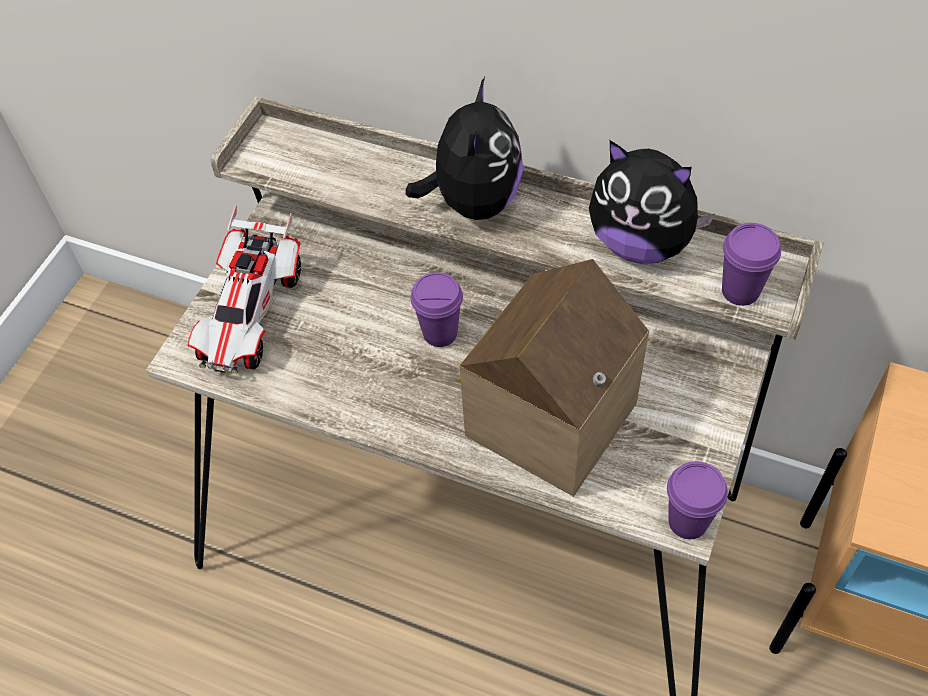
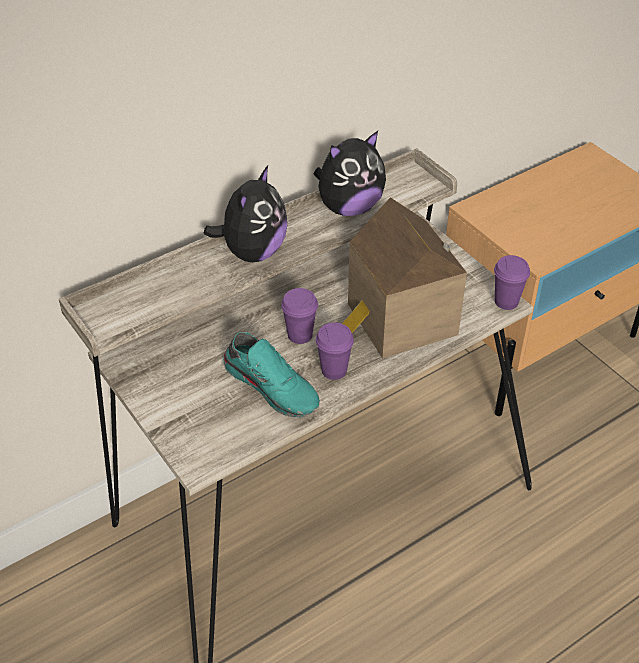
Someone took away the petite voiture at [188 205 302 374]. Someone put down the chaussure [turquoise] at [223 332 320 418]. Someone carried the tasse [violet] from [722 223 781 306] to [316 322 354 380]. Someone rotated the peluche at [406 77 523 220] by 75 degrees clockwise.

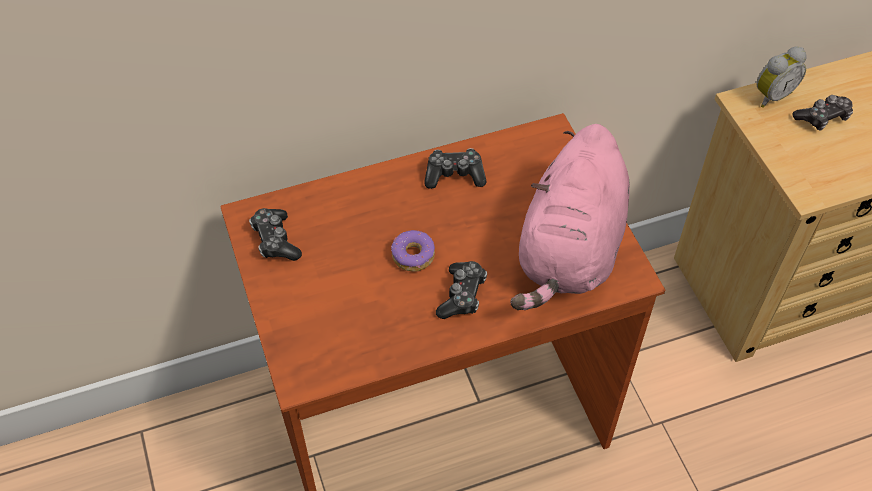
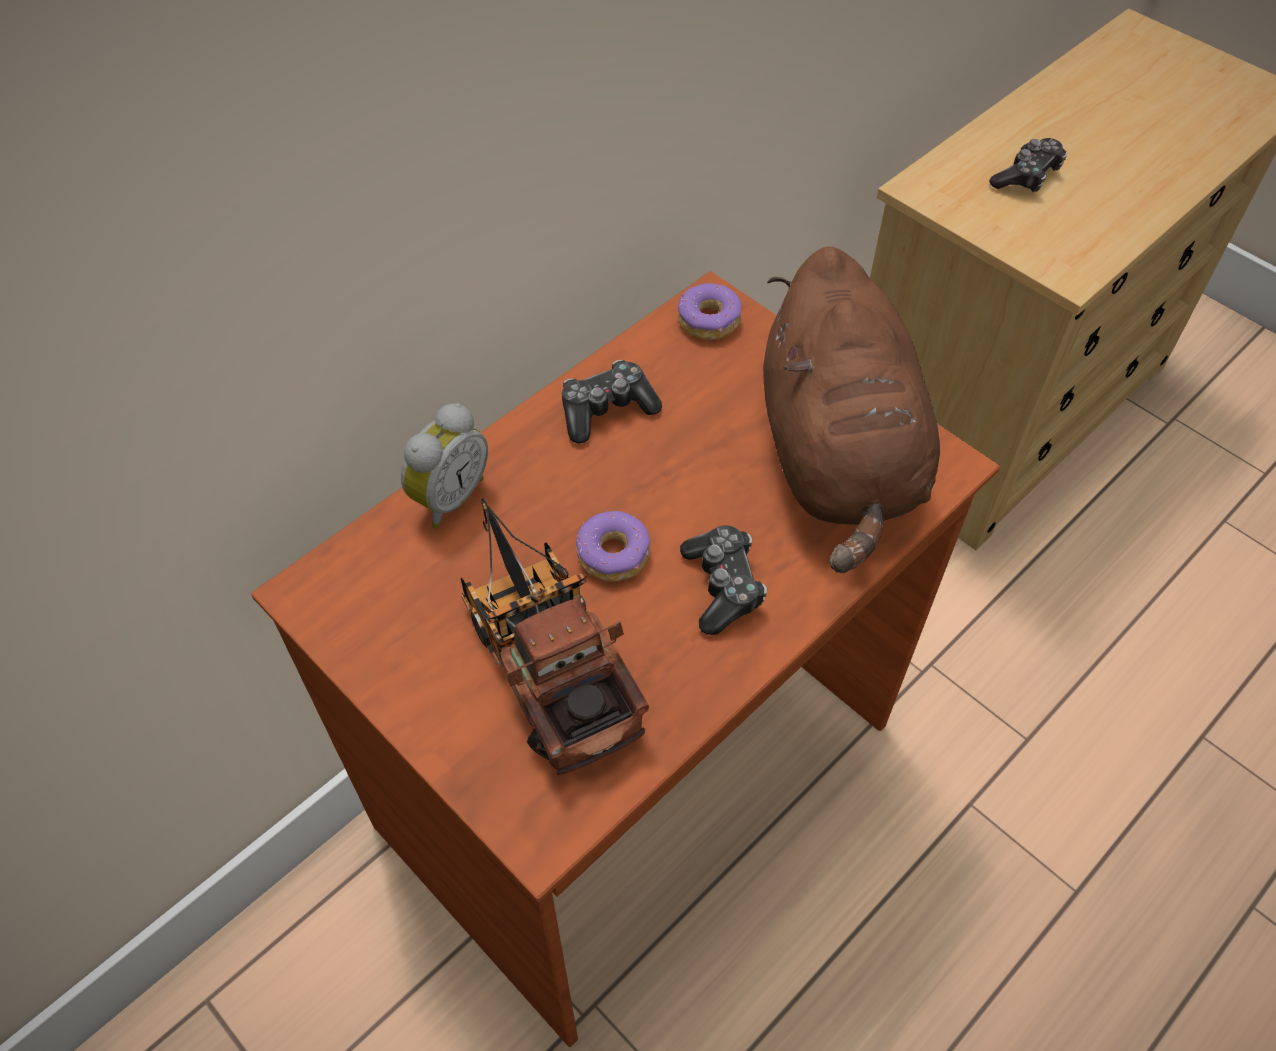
Someone took away the manette at [249 208 302 261]. Someone put down the camion jouet at [461 499 649 775]. Someone put down the beignet at [677 283 742 340]. Someone carried the réveil from [757 47 806 108] to [401 403 488 529]. Someone repainted the peluche [rose] at [510 124 630 310], which became the peluche [marron] at [763 247 940 573].

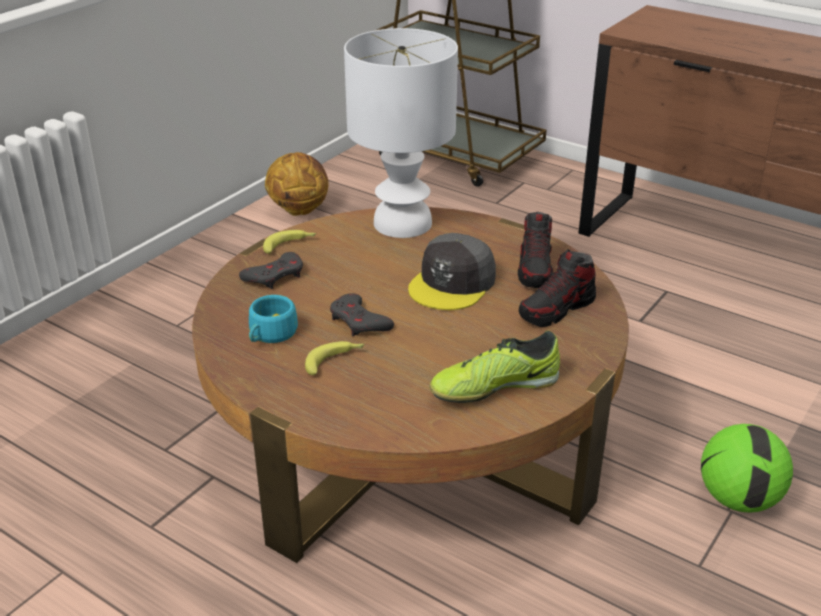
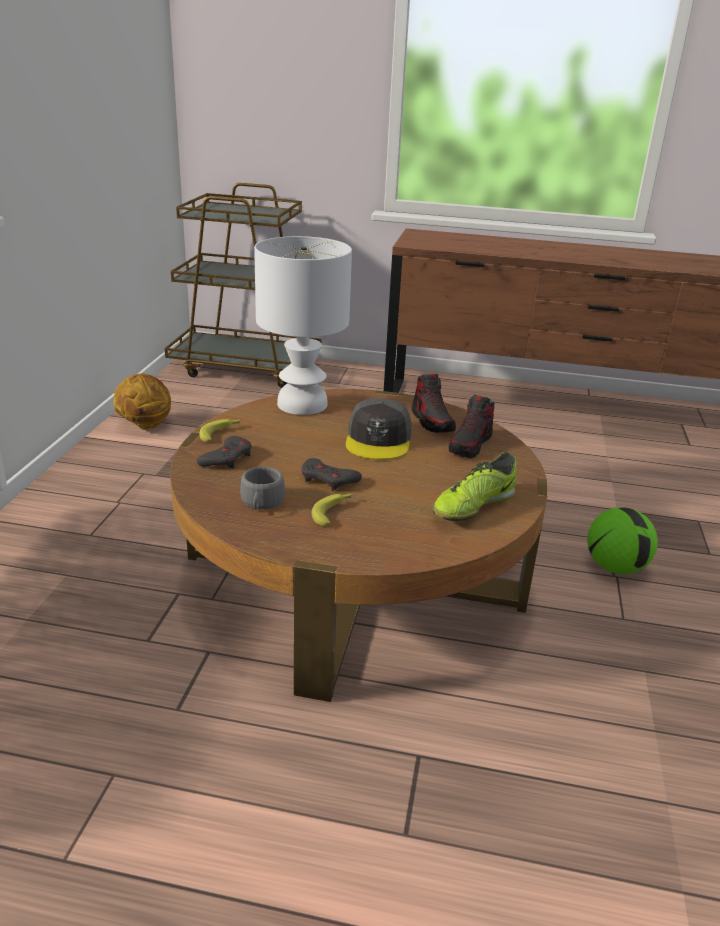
Someone repainted the tasse [turquoise] at [249 295 298 343], which became the tasse [gris] at [240 466 285 510].

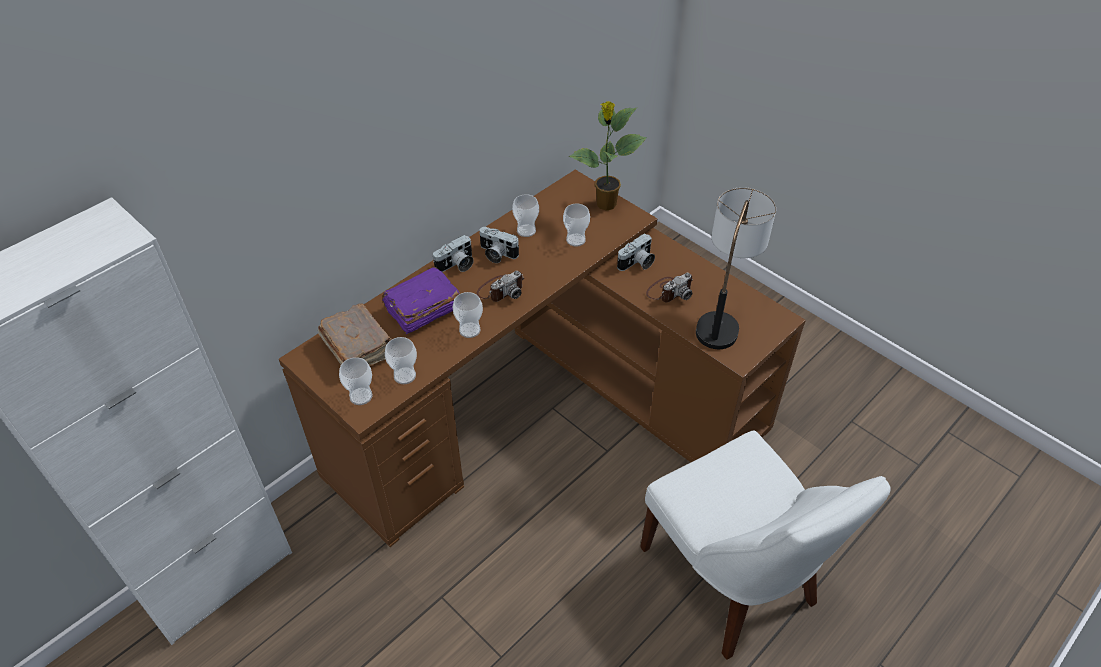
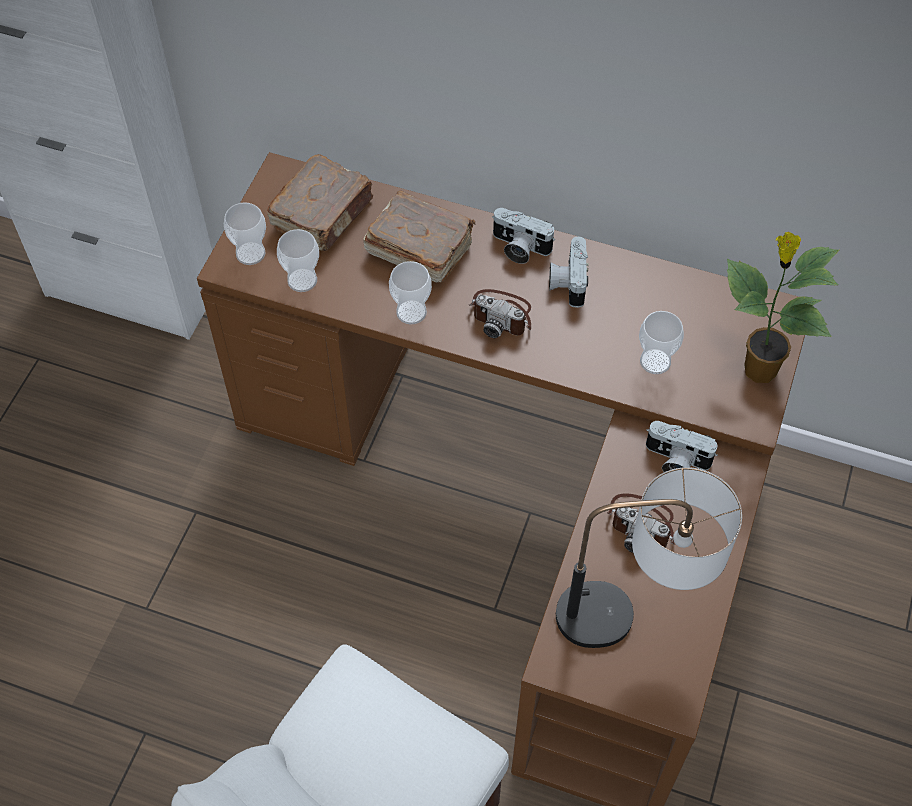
Someone took away the tasse at [512 194 539 237]. Someone repainted the livre [violet] at [382 267 460 334], which became the livre [marron] at [363 190 475 283].

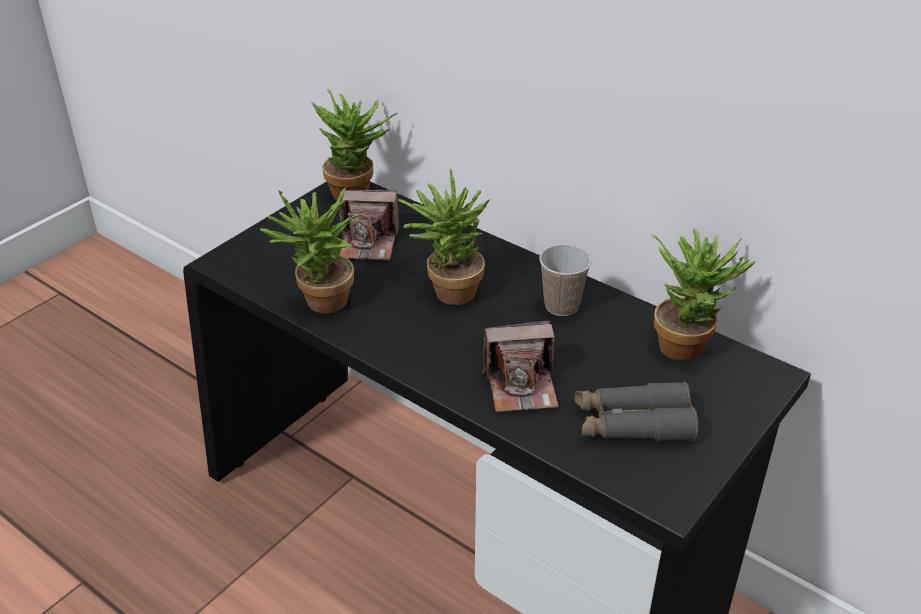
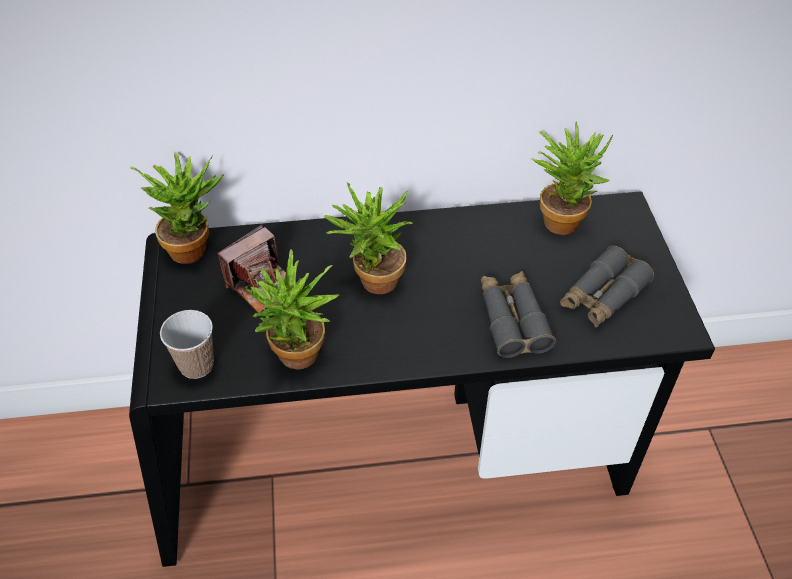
Someone carried the tasse from [539 244 592 316] to [160 310 214 379]. Someone swapped the appareil photo at [482 321 559 412] for the jumelles [gris] at [481 271 556 358].

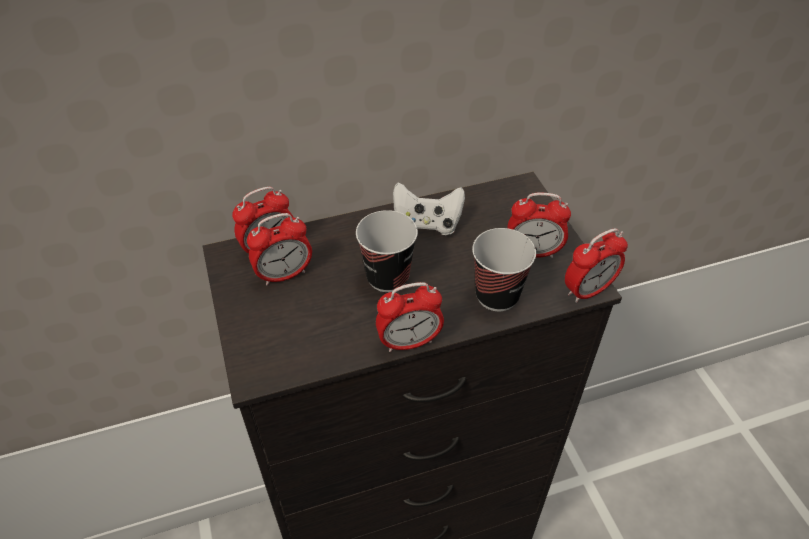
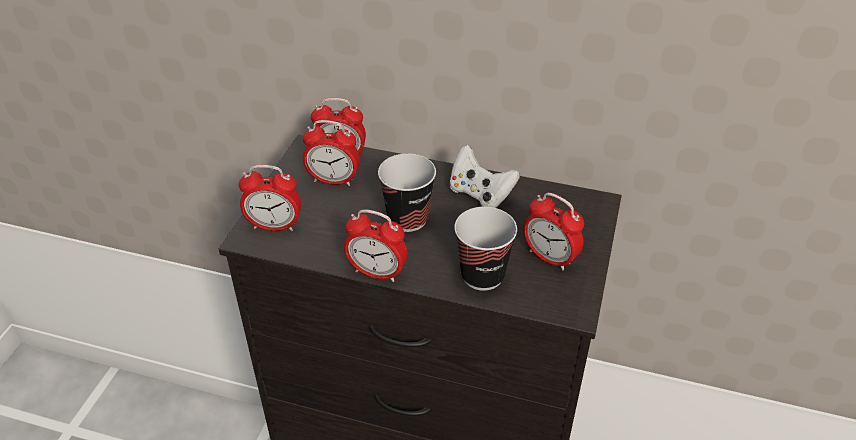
Someone carried the réveil from [565 228 628 303] to [238 165 301 231].

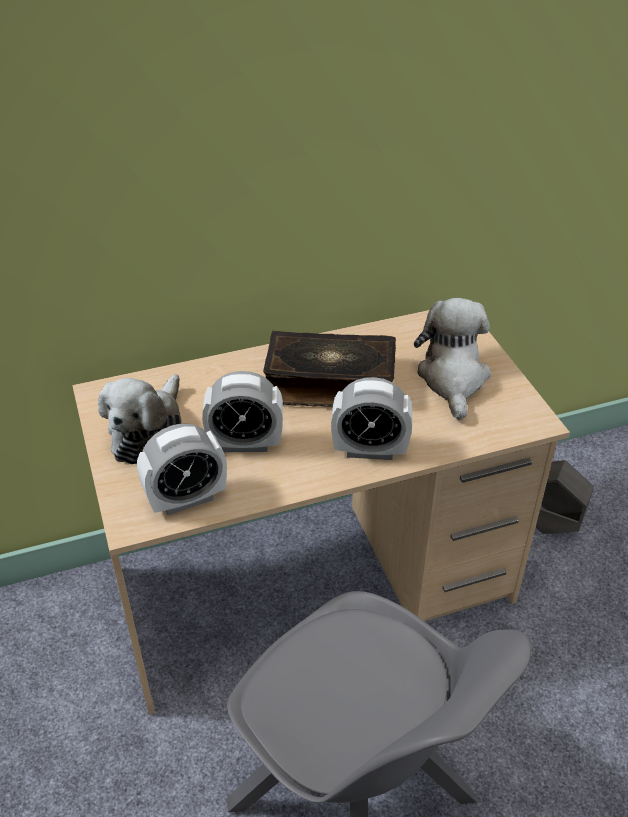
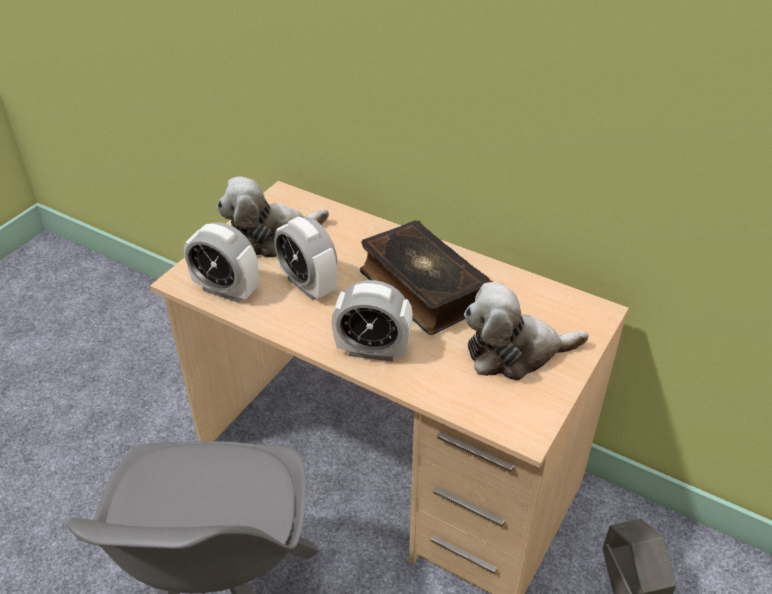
Someone rotated the réveil at [331 377 412 460] by 45 degrees counterclockwise. Someone rotated the peluche at [414 298 491 420] by 150 degrees counterclockwise.

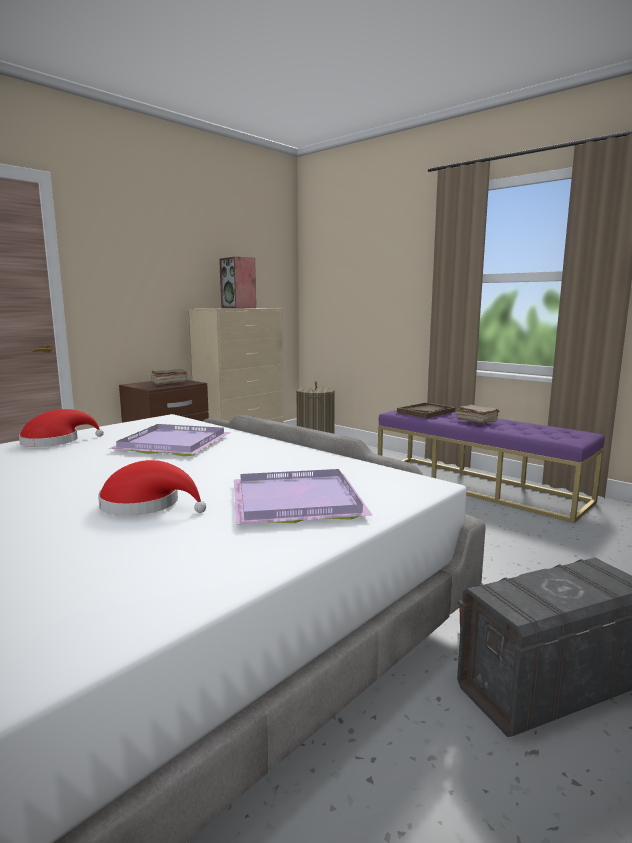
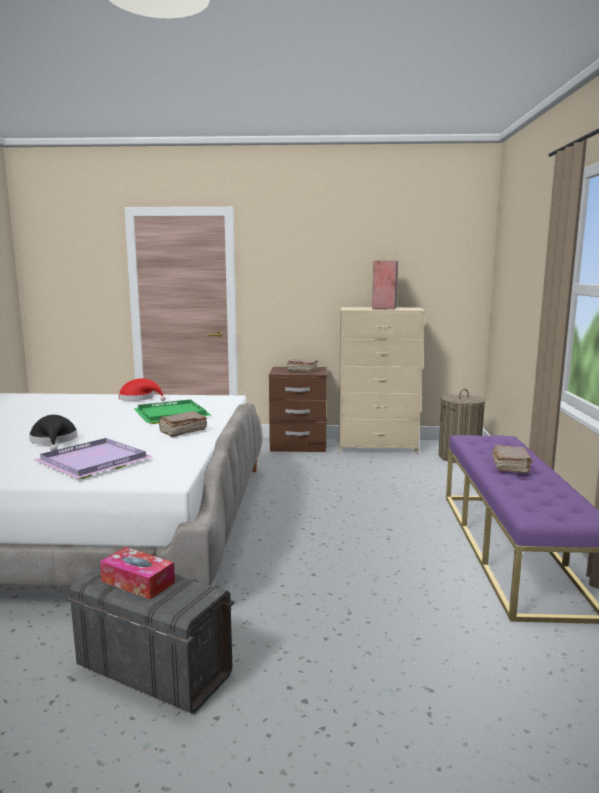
Someone took away the plateau [marron] at [397 402 456 418]. Someone put down the boîte à mouchoirs at [100 547 175 600]. Someone put down the livre [marron] at [158 411 207 437]. Someone repainted the chapeau [rouge] at [98 460 206 516], which became the chapeau [noir] at [29 415 78 451]. Someone repainted the plateau [violet] at [108 424 230 456], which became the plateau [vert] at [133 399 210 424].

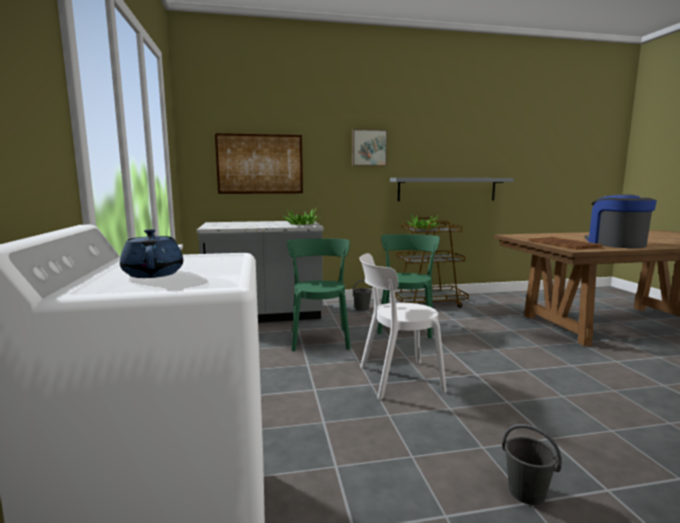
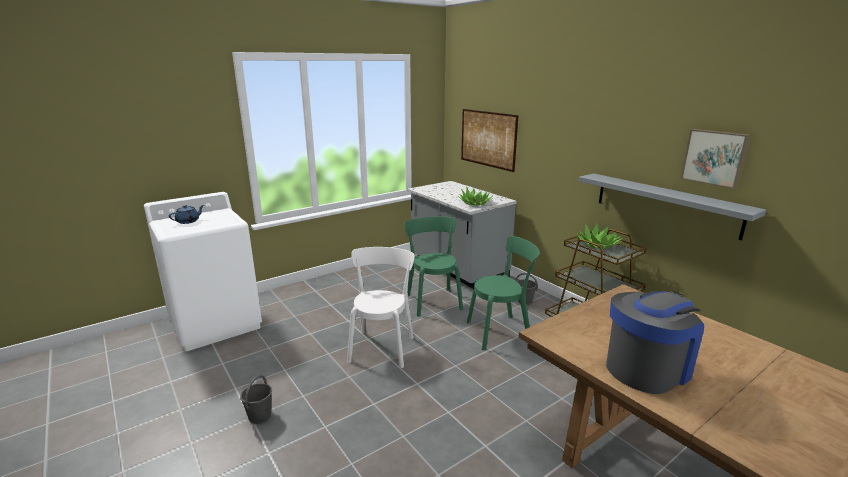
Someone took away the plateau [marron] at [529 237 602 250]. Someone carried the tableau from [352 129 387 166] to [681 129 750 189]. Someone rotated the chaise [vert] at [287 239 351 351] by 75 degrees counterclockwise. Someone rotated the chaise [blanc] at [359 253 447 400] by 45 degrees clockwise.

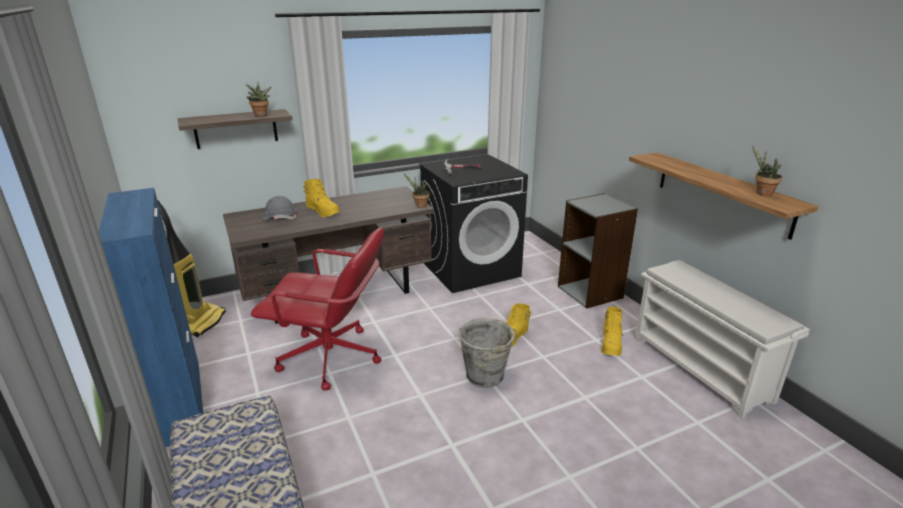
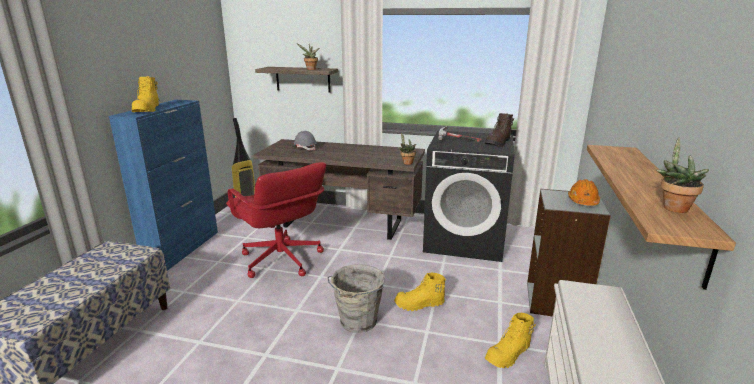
Someone put down the botte [marron] at [485 113 514 147]. Someone put down the casque de chantier [orange] at [568 179 600 206]. Someone carried the botte [jaune] from [303 179 340 217] to [132 76 160 112].

